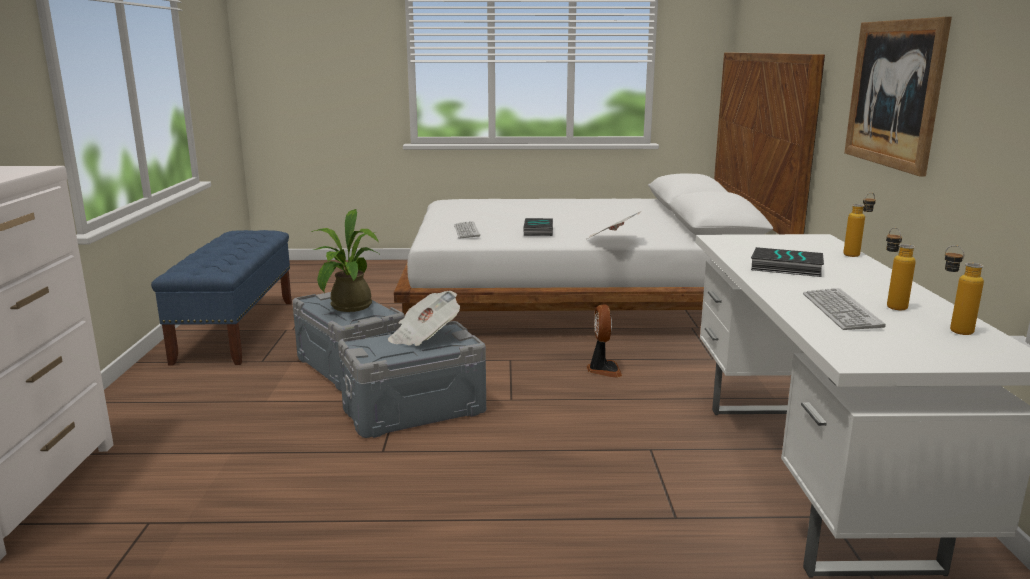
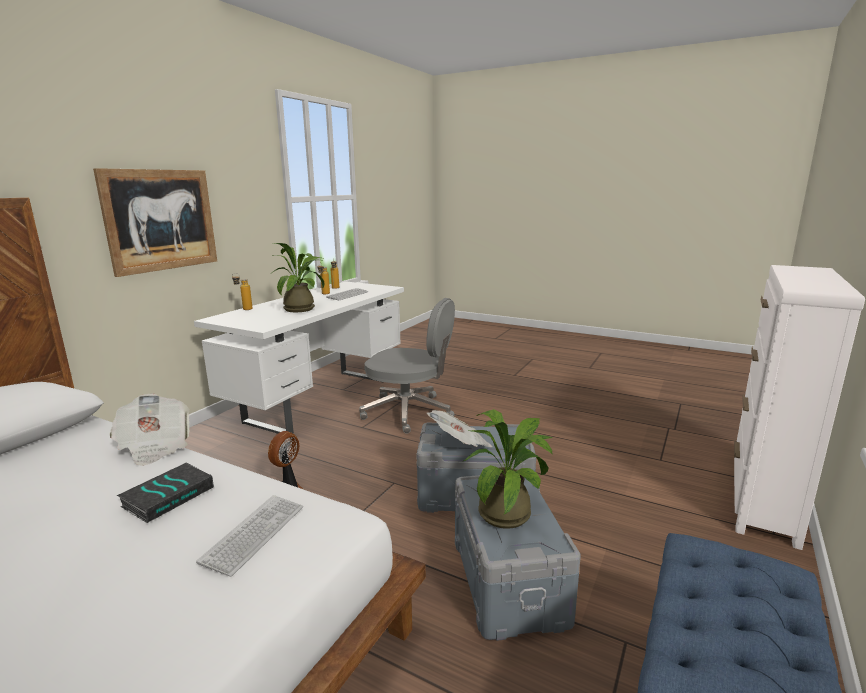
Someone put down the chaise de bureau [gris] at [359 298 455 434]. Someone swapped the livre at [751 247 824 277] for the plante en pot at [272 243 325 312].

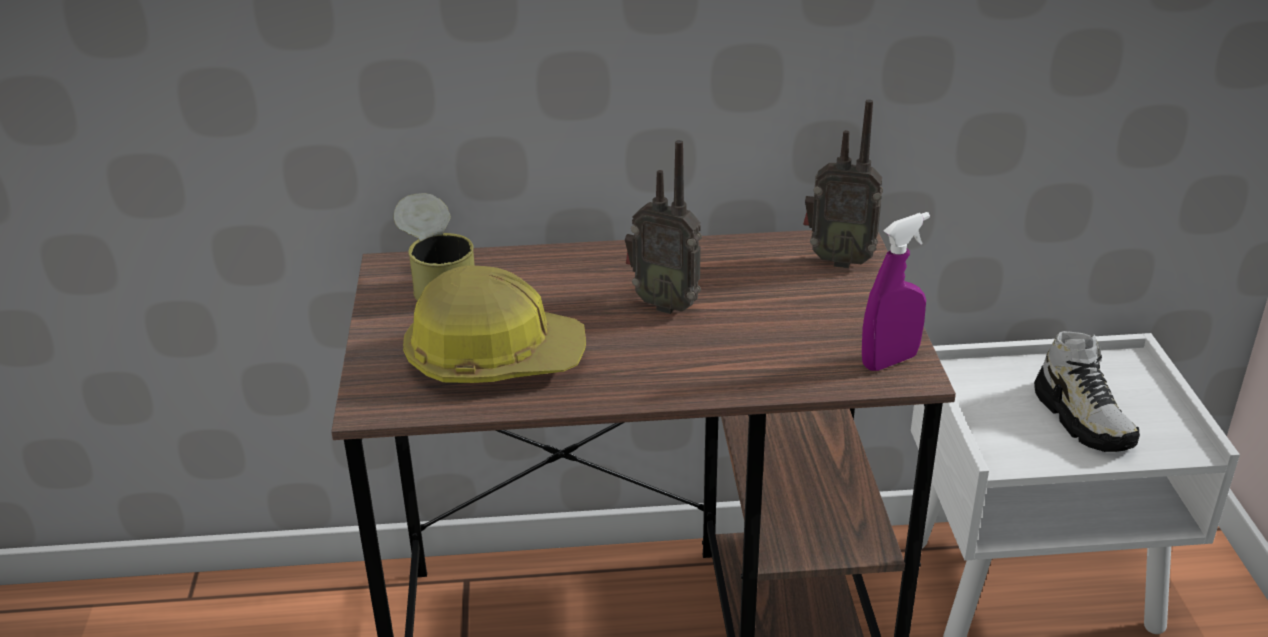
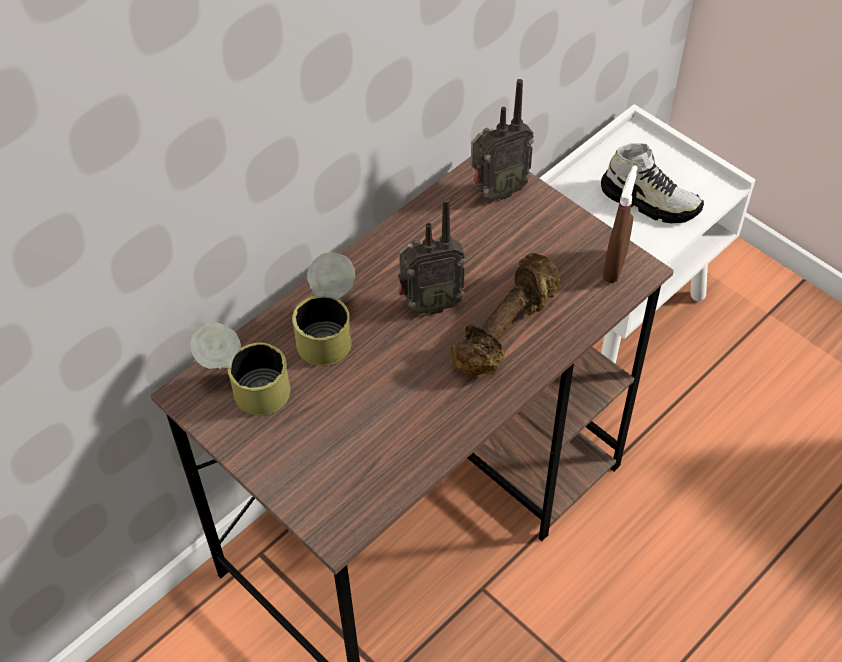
Someone took away the casque de chantier at [403 265 586 383]. Someone put down the boîte métallique at [292 252 355 366]. Someone put down the haltère [marron] at [451 253 560 375]. Someone repainted the vaporisateur [violet] at [862 212 930 371], which became the vaporisateur [marron] at [603 165 638 283].

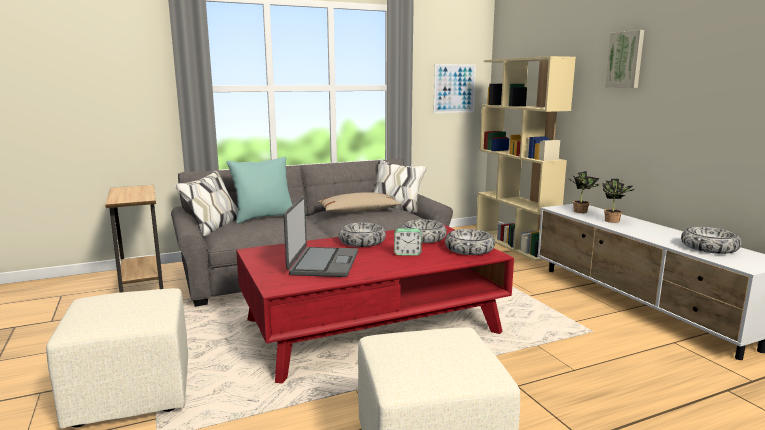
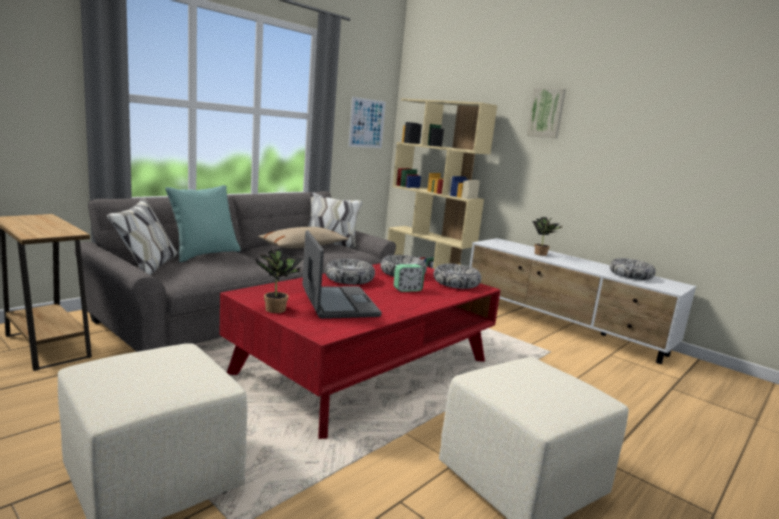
Someone carried the plante en pot from [569 171 600 213] to [256 248 303 313].

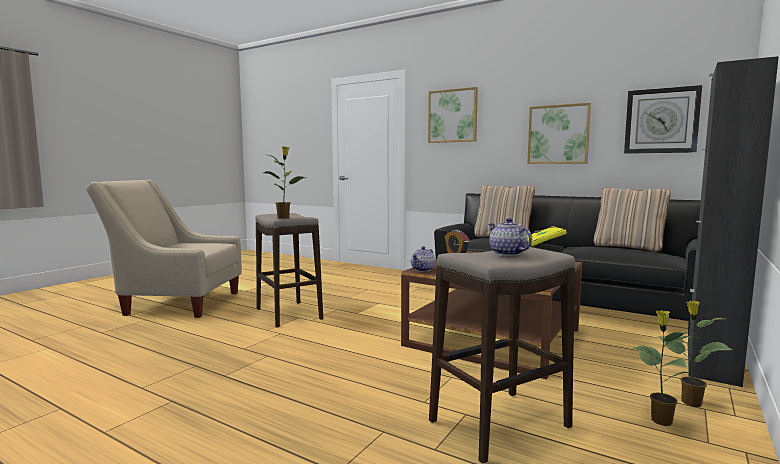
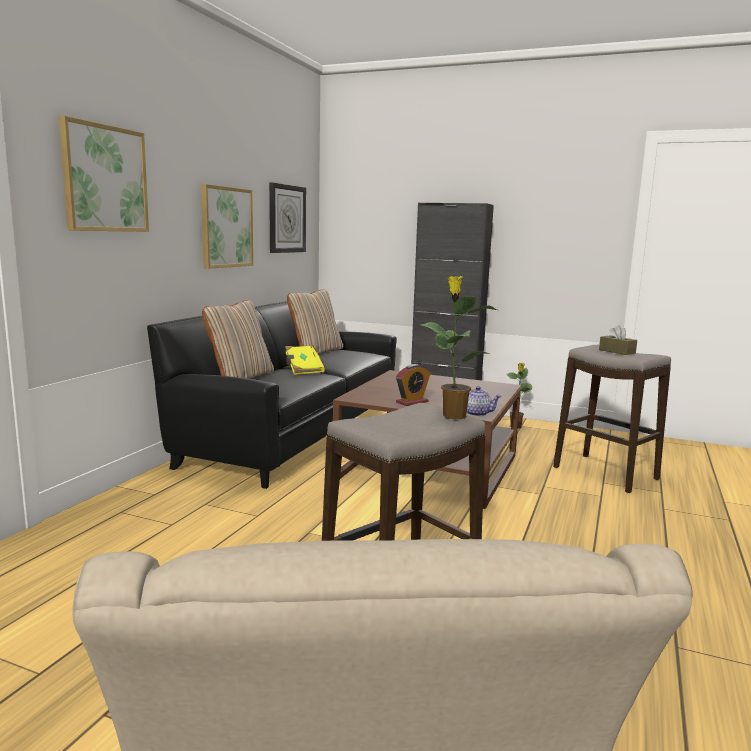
Someone took away the plante en pot at [634 310 701 426]. Someone swapped the théière at [488 218 532 256] for the boîte à mouchoirs [marron] at [599 325 637 355].

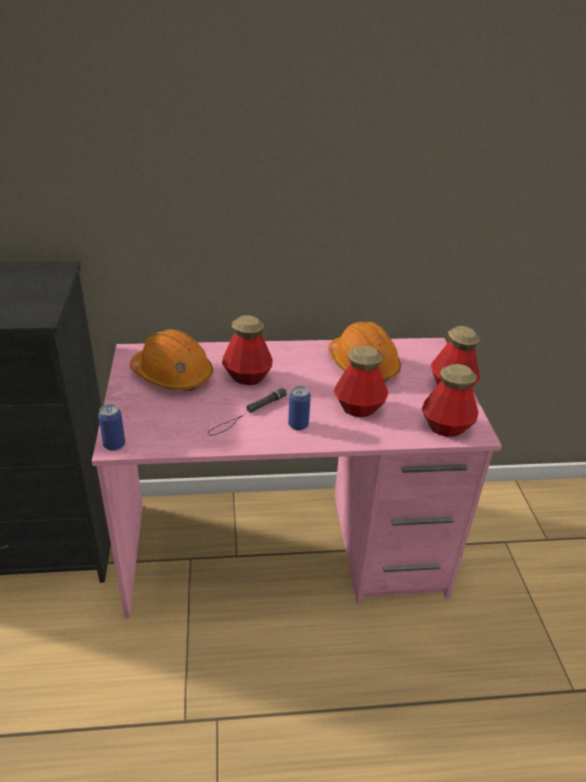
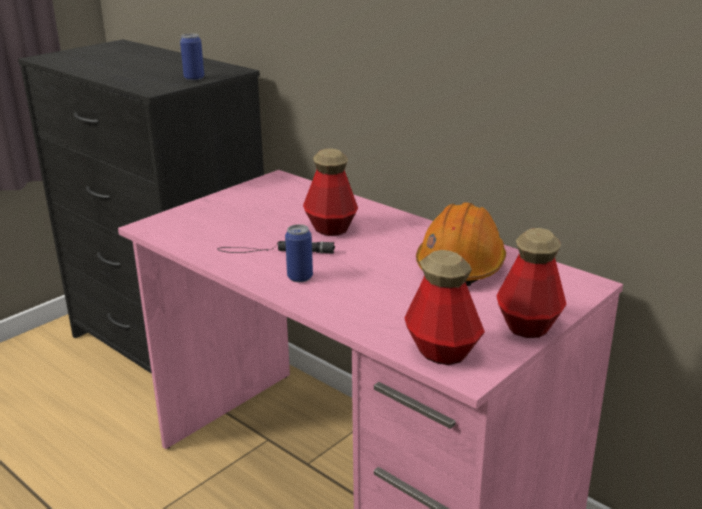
Someone took away the casque de chantier [orange] at [130 329 213 391]. Someone took away the bouteille at [333 346 388 417]. Someone carried the boîte métallique from [98 404 125 451] to [180 33 204 80].

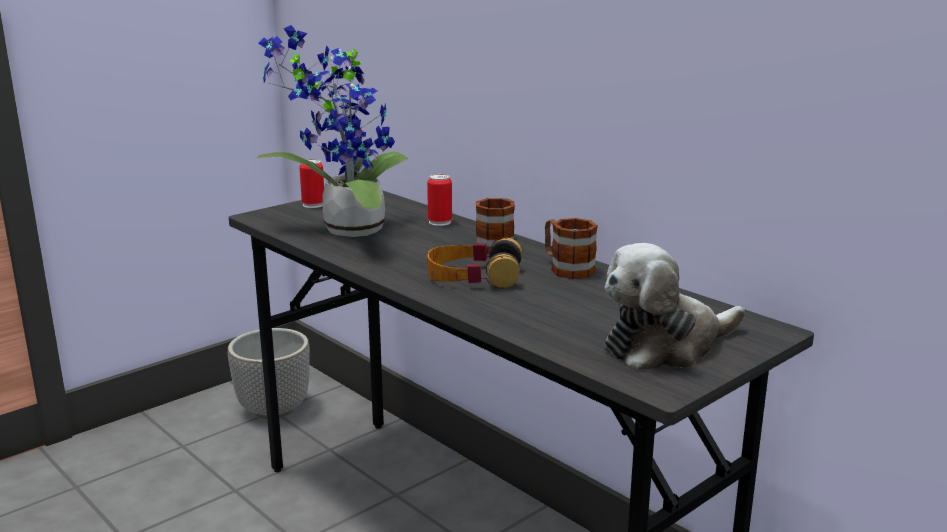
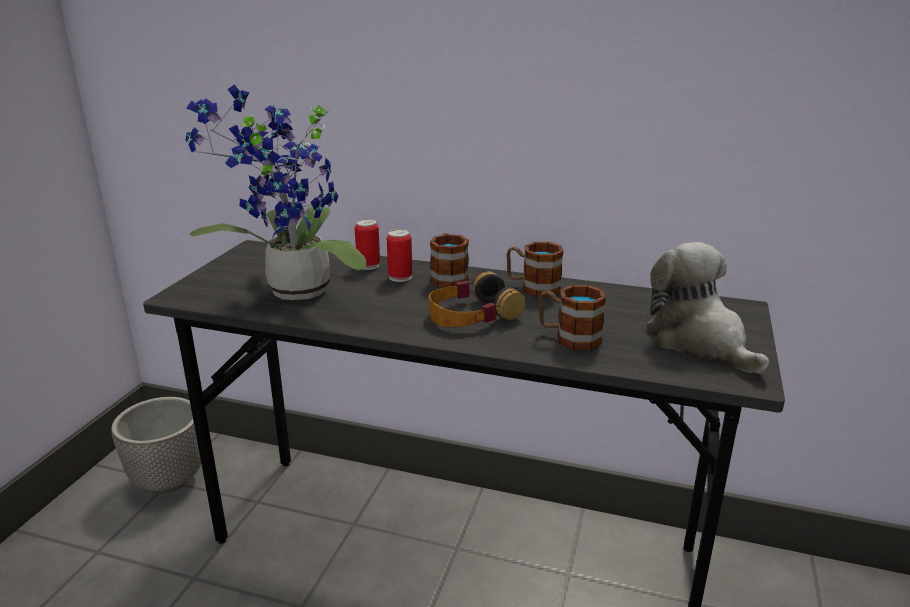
Someone put down the mug at [539 285 606 350]. Someone carried the boîte métallique from [299 159 324 208] to [387 229 412 282]. Someone rotated the peluche at [604 243 745 370] by 120 degrees clockwise.

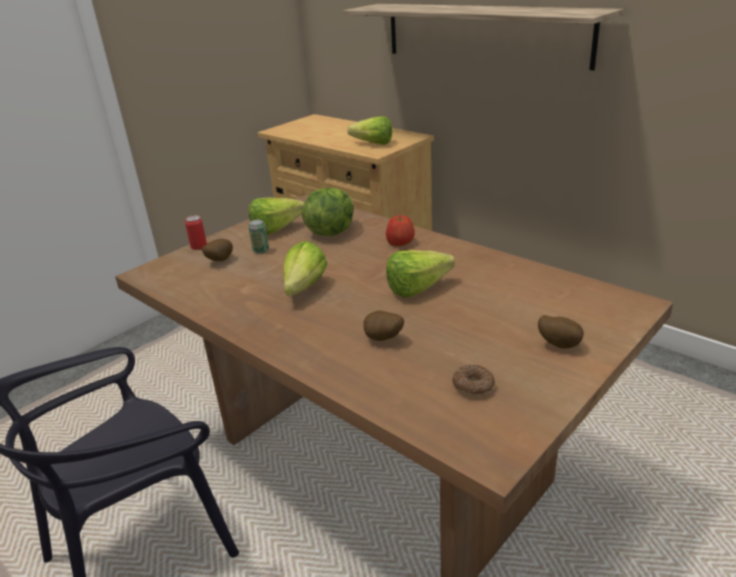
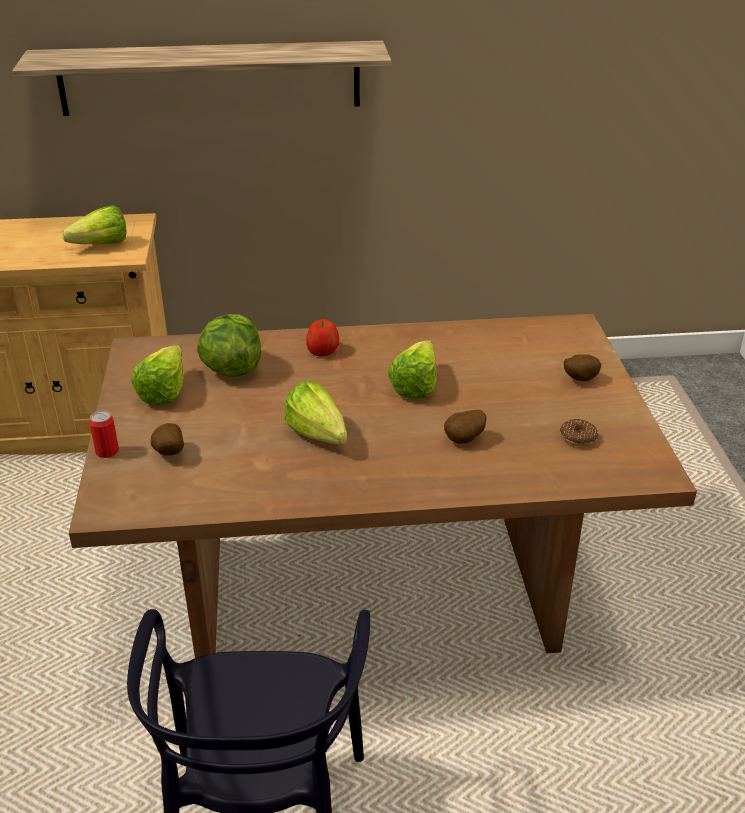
Someone took away the boîte métallique at [249 219 269 254].

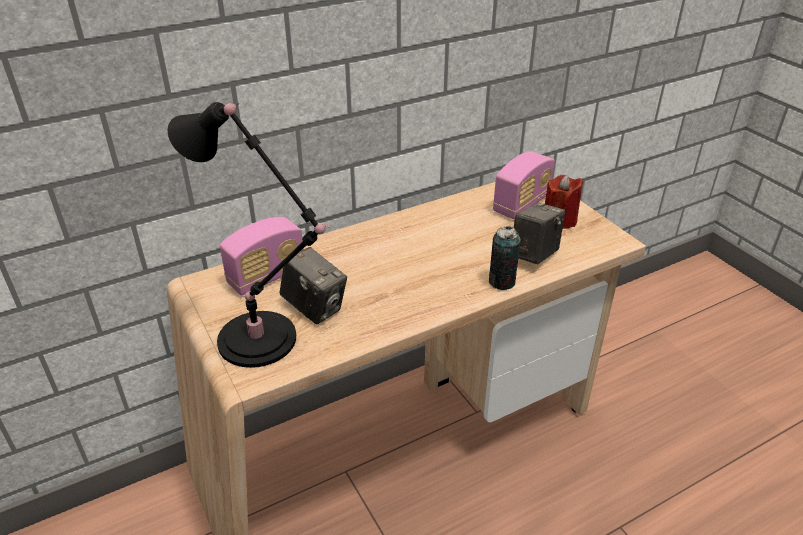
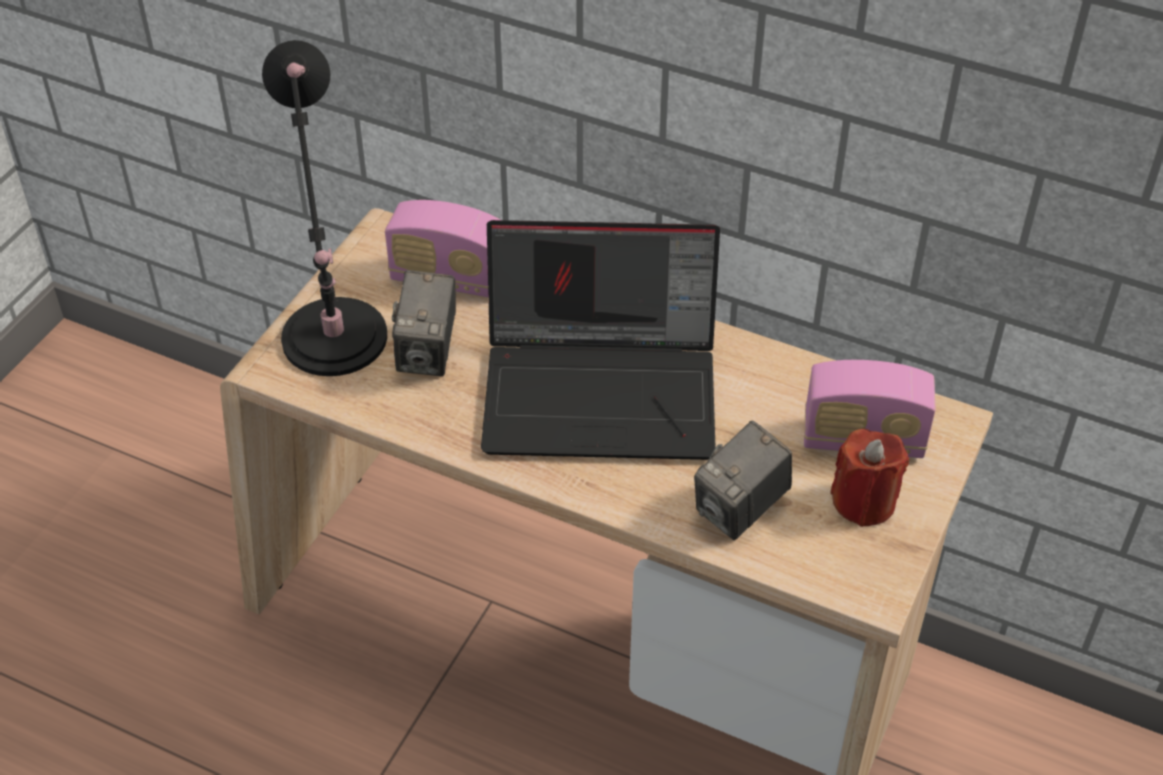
Someone took away the boîte métallique at [489 227 521 290]. Someone put down the ordinateur portable at [481 220 720 460]. Someone rotated the appareil photo at [514 203 565 264] by 135 degrees clockwise.

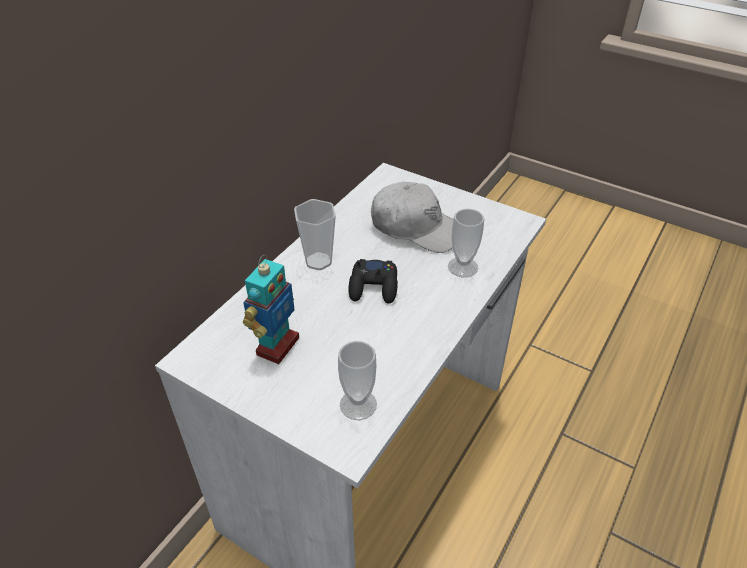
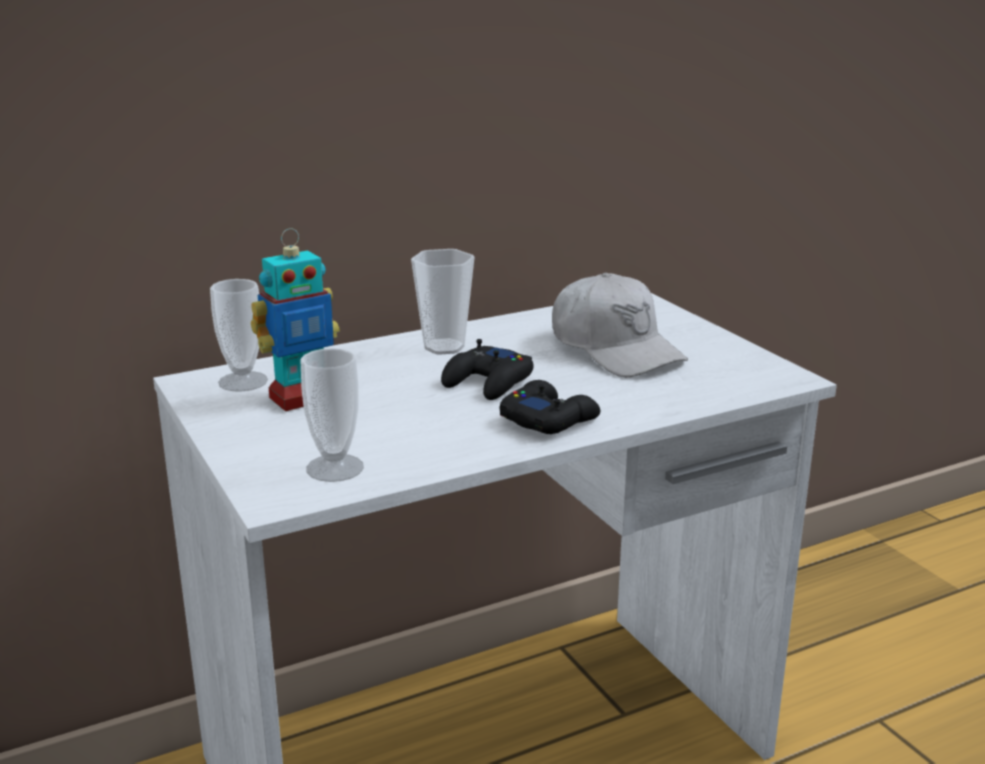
Someone put down the manette [noir] at [499 380 600 434]. Someone carried the tasse from [448 208 484 278] to [210 279 268 391].

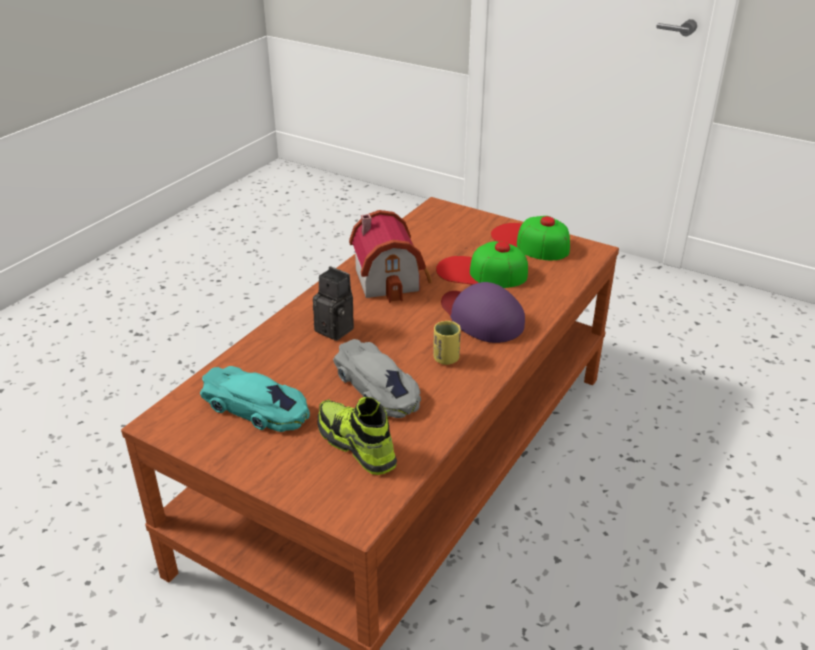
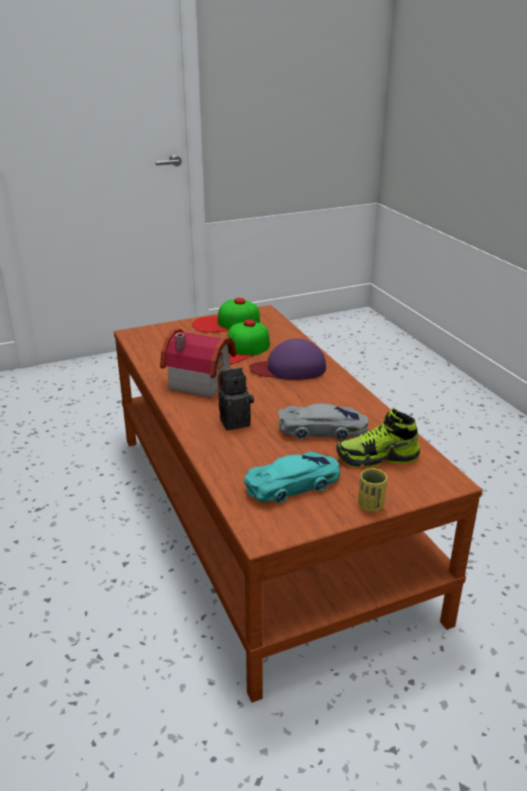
Someone carried the tasse [jaune] from [433 321 461 365] to [358 468 387 512].

